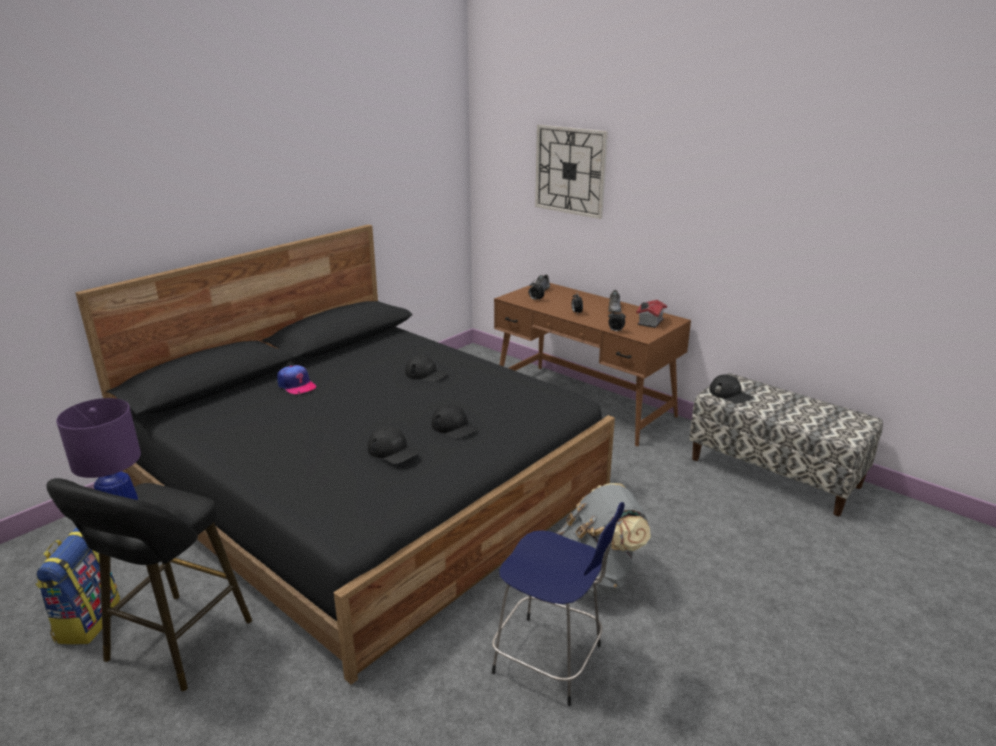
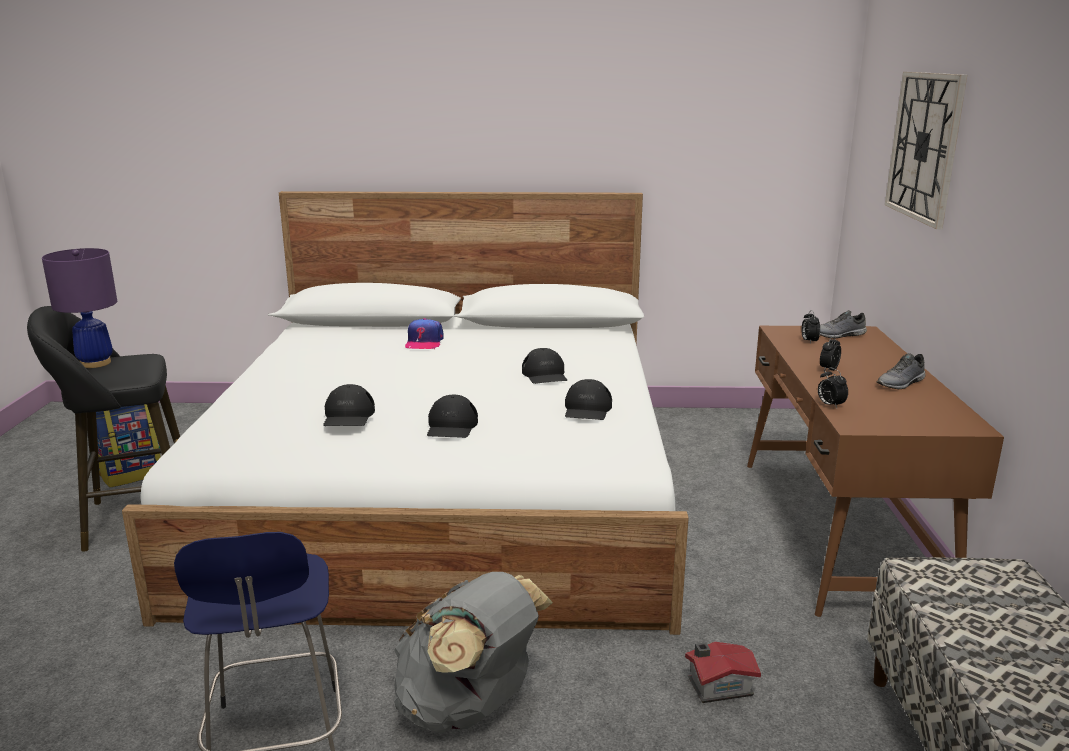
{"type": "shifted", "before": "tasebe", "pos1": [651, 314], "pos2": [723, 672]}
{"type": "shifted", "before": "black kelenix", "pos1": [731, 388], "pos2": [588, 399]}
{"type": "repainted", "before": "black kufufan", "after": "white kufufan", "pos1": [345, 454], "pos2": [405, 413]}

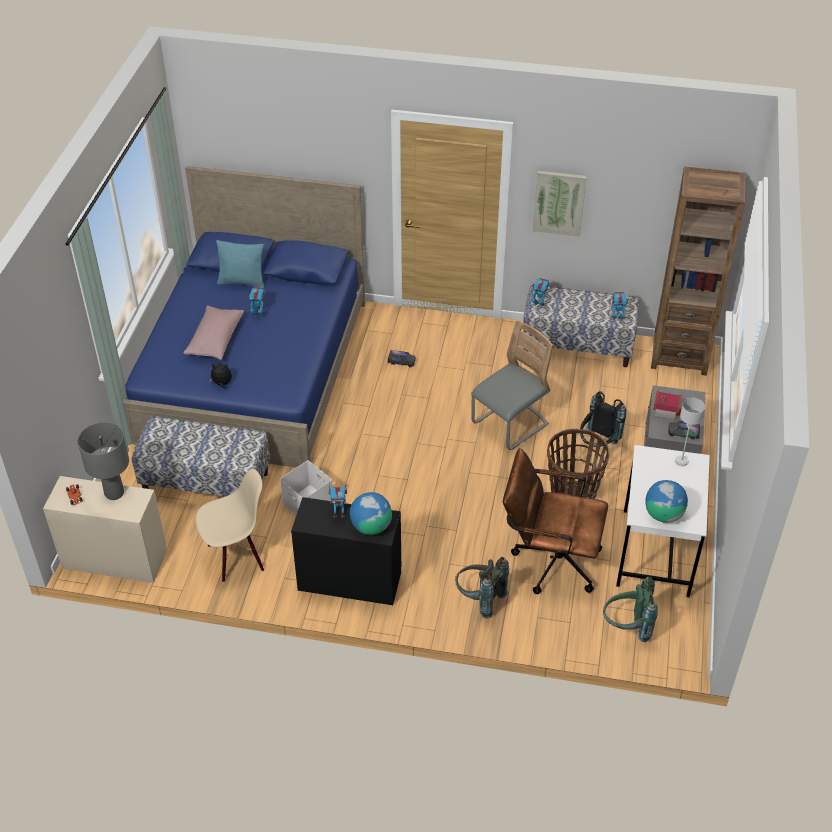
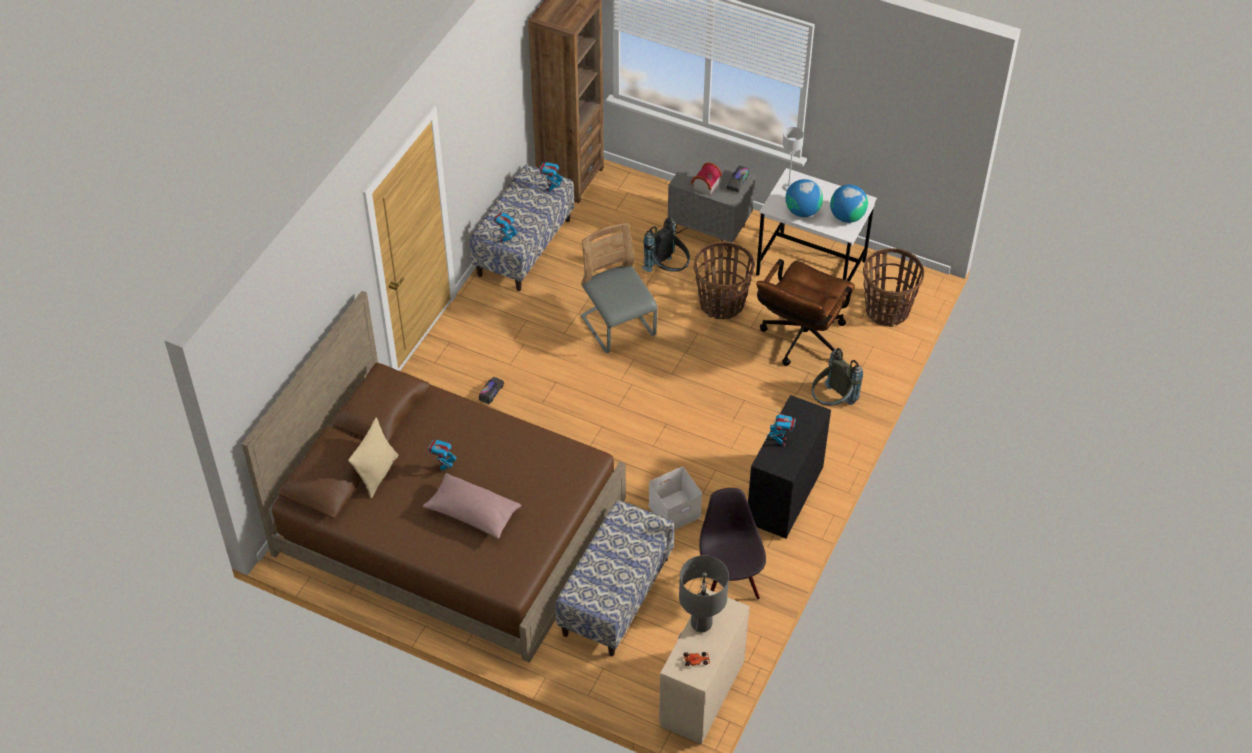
{"type": "gone", "before": "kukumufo", "pos1": [220, 376]}
{"type": "gone", "before": "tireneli", "pos1": [560, 203]}
{"type": "shifted", "before": "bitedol", "pos1": [371, 513], "pos2": [804, 198]}
{"type": "swapped", "before": "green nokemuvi", "after": "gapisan", "pos1": [630, 609], "pos2": [893, 287]}
{"type": "repainted", "before": "blue kufufan", "after": "brown kufufan", "pos1": [244, 316], "pos2": [434, 477]}
{"type": "repainted", "before": "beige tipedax", "after": "black tipedax", "pos1": [230, 525], "pos2": [732, 544]}
{"type": "repainted", "before": "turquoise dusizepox", "after": "beige dusizepox", "pos1": [240, 264], "pos2": [373, 458]}

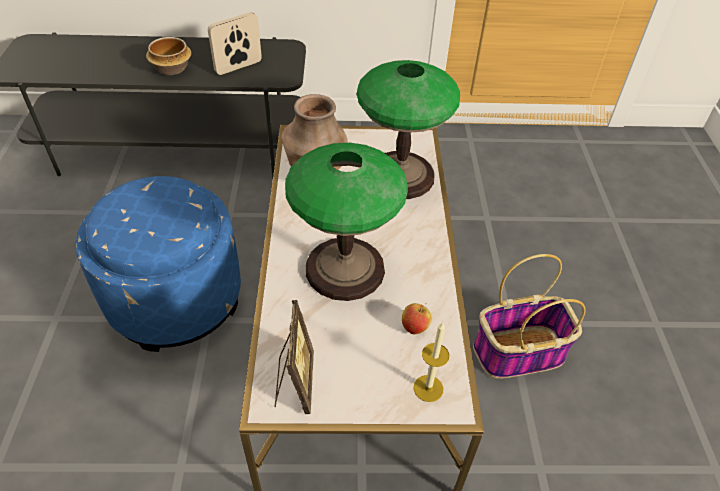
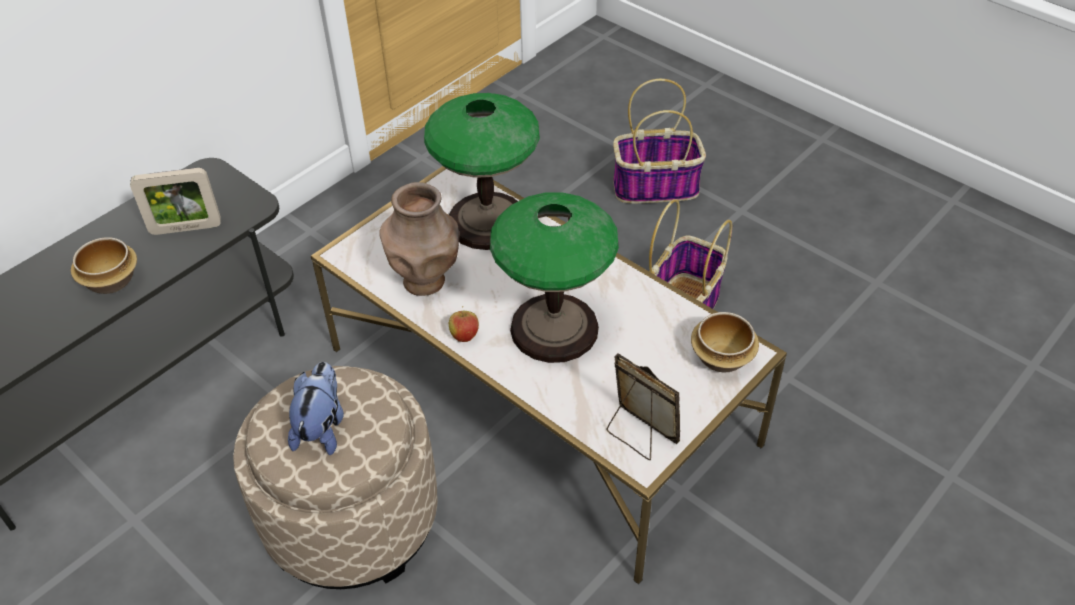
{"type": "new", "after": "kukumufo", "pos2": [316, 408]}
{"type": "new", "after": "gapisan", "pos2": [659, 141]}
{"type": "shifted", "before": "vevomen", "pos1": [417, 318], "pos2": [464, 324]}
{"type": "swapped", "before": "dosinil", "after": "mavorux", "pos1": [431, 362], "pos2": [725, 342]}
{"type": "repainted", "before": "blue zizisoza", "after": "beige zizisoza", "pos1": [158, 264], "pos2": [335, 477]}
{"type": "rotated", "before": "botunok", "pos1": [235, 43], "pos2": [175, 201], "turn": -105}

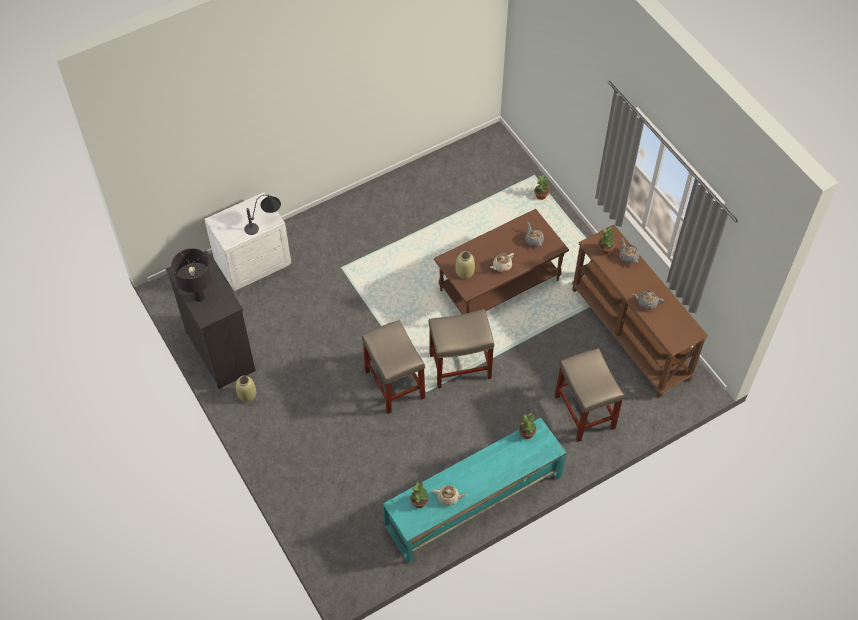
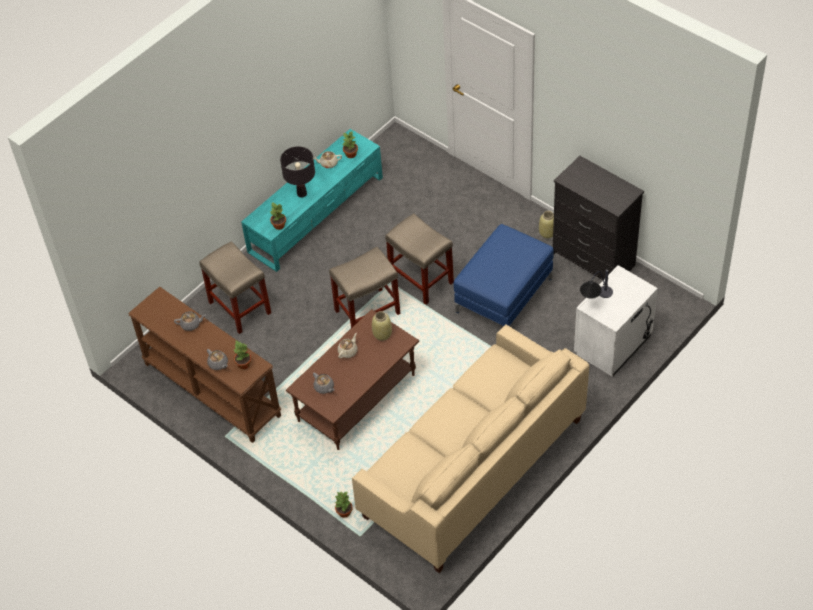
{"type": "new", "after": "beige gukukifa", "pos2": [470, 448]}
{"type": "new", "after": "blue zizisoza", "pos2": [504, 275]}
{"type": "shifted", "before": "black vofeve", "pos1": [192, 275], "pos2": [297, 172]}

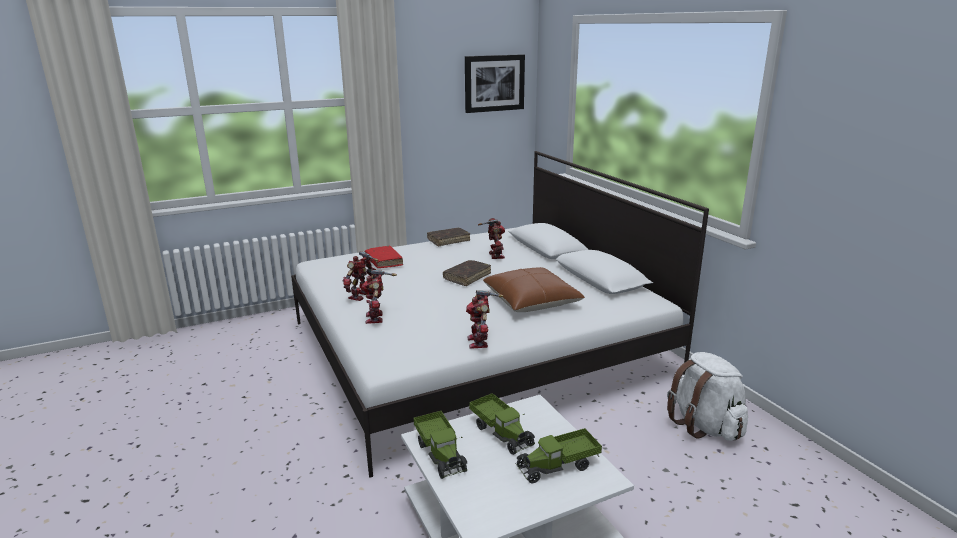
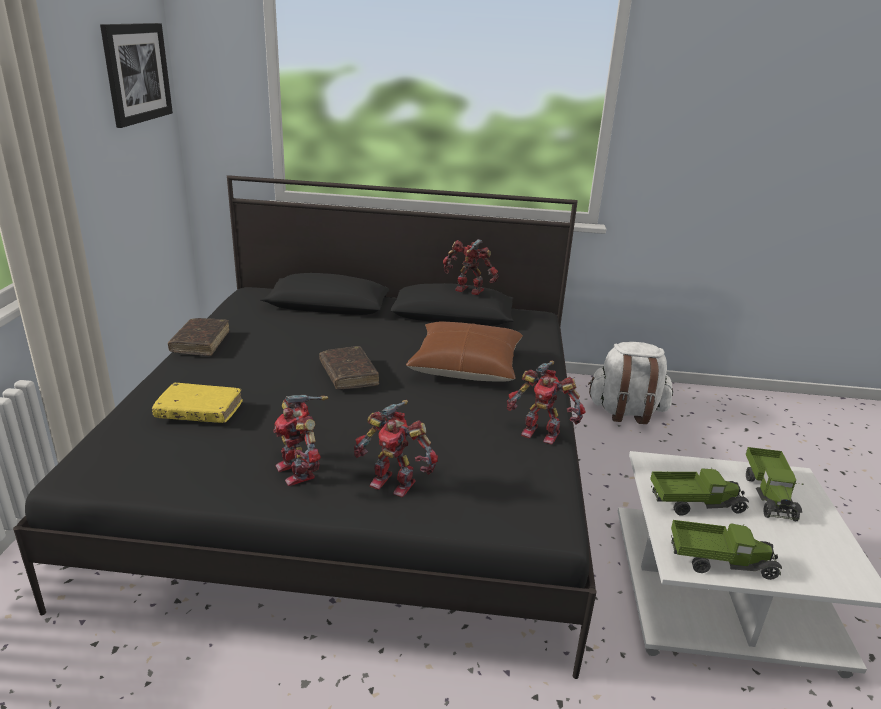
{"type": "shifted", "before": "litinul", "pos1": [491, 238], "pos2": [471, 267]}
{"type": "repainted", "before": "white kufufan", "after": "black kufufan", "pos1": [500, 314], "pos2": [305, 427]}
{"type": "repainted", "before": "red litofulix", "after": "yellow litofulix", "pos1": [384, 257], "pos2": [197, 403]}

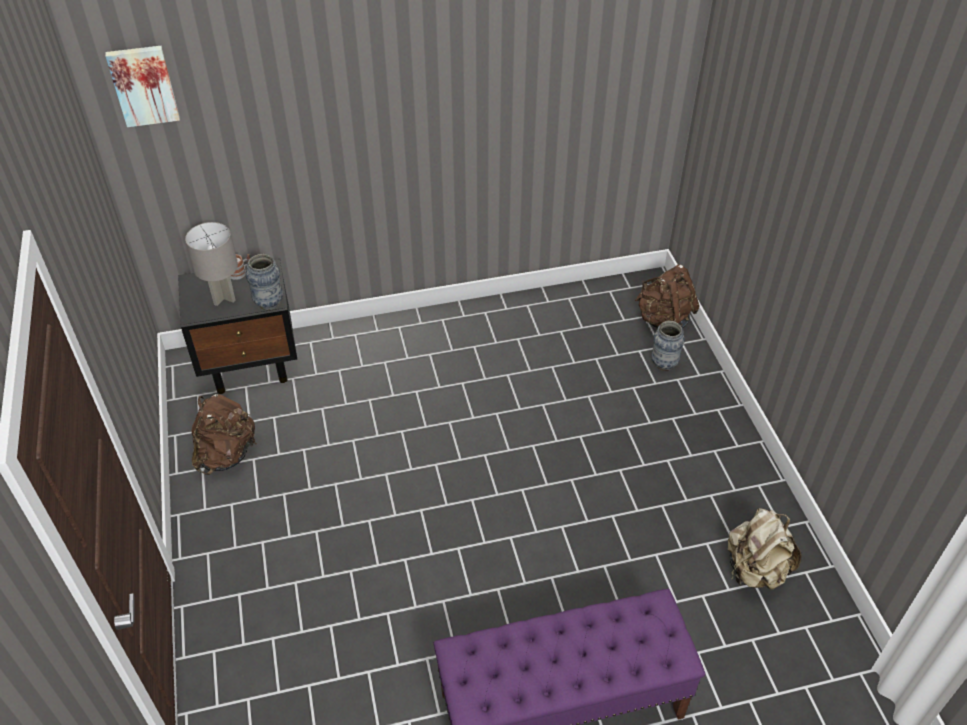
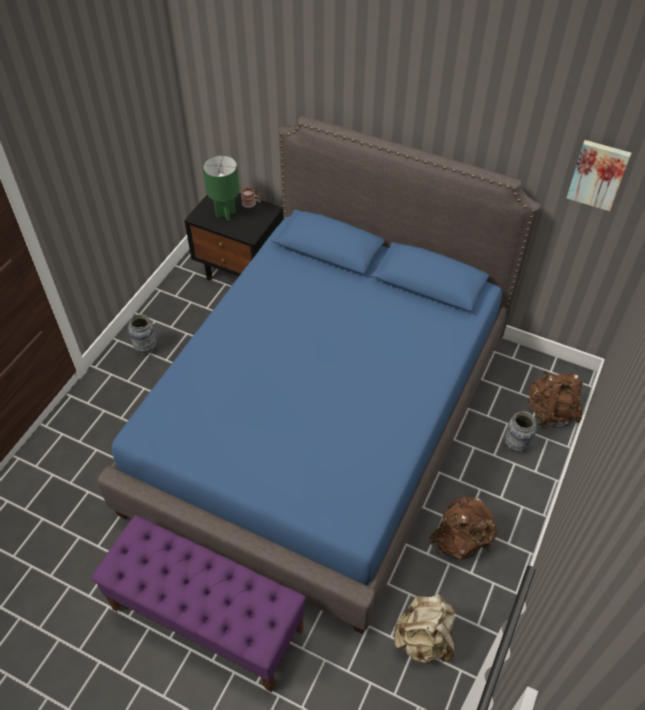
{"type": "new", "after": "blue kufufan", "pos2": [319, 375]}
{"type": "shifted", "before": "tireneli", "pos1": [142, 86], "pos2": [599, 175]}
{"type": "shifted", "before": "brown nokemuvi", "pos1": [223, 434], "pos2": [463, 527]}
{"type": "shifted", "before": "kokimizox", "pos1": [264, 282], "pos2": [142, 334]}
{"type": "repainted", "before": "grey vofeve", "after": "green vofeve", "pos1": [211, 264], "pos2": [221, 188]}

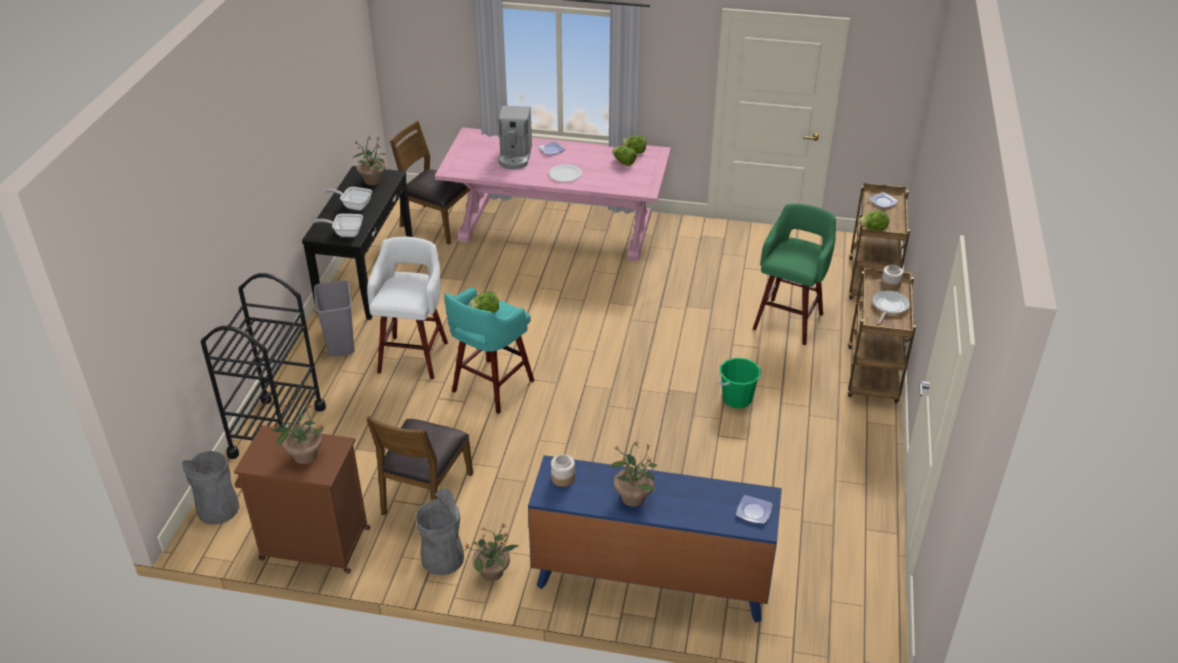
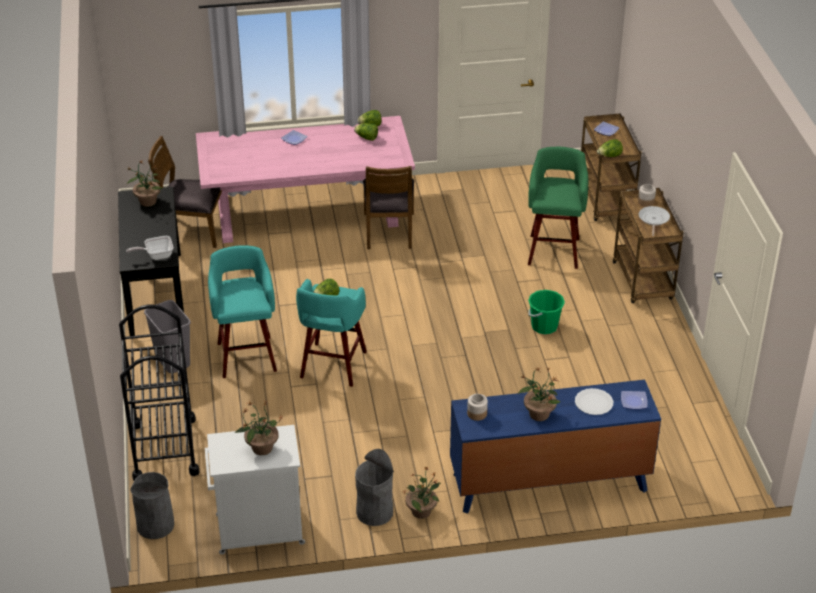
{"type": "gone", "before": "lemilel", "pos1": [349, 198]}
{"type": "gone", "before": "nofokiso", "pos1": [515, 138]}
{"type": "shifted", "before": "brown tipedax", "pos1": [419, 465], "pos2": [388, 207]}
{"type": "shifted", "before": "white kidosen", "pos1": [565, 173], "pos2": [594, 401]}
{"type": "repainted", "before": "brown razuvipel", "after": "white razuvipel", "pos1": [302, 499], "pos2": [255, 489]}
{"type": "repainted", "before": "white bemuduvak", "after": "turquoise bemuduvak", "pos1": [407, 308], "pos2": [242, 311]}

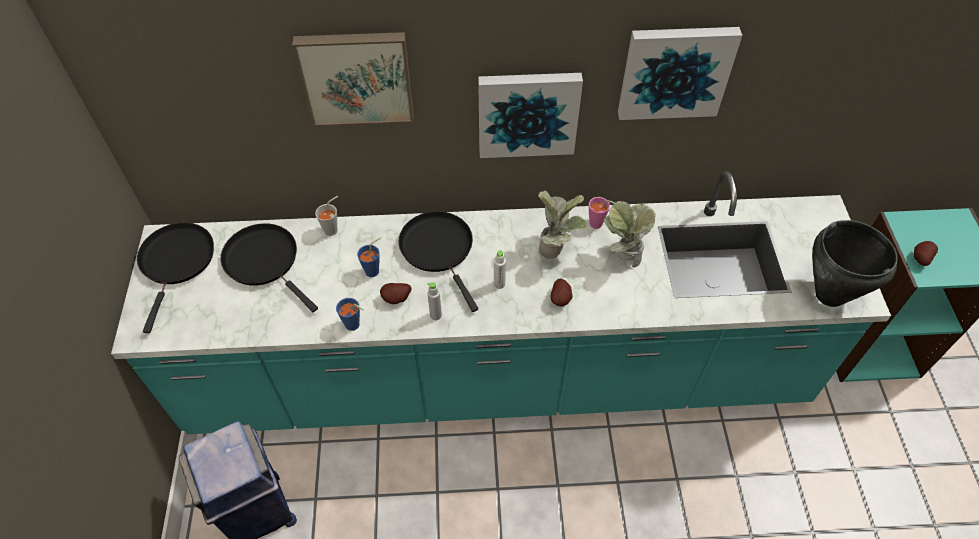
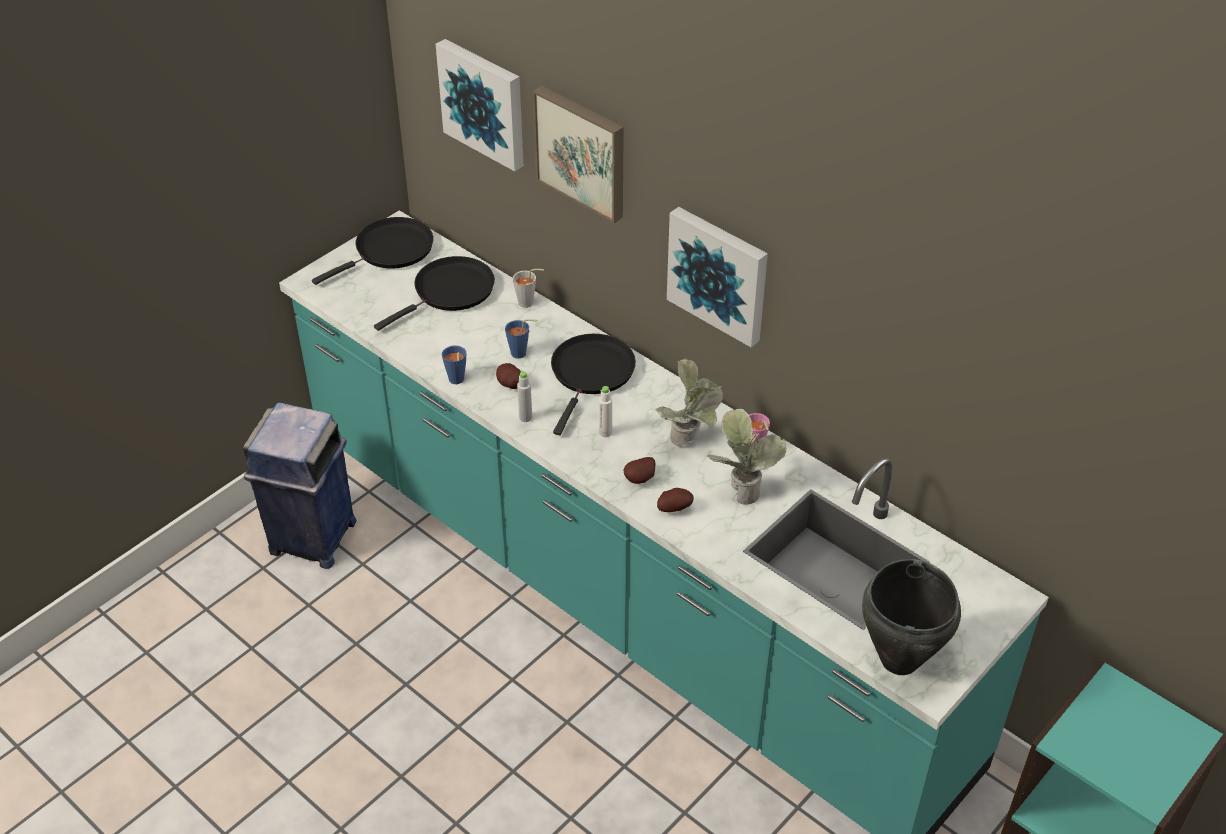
{"type": "shifted", "before": "tireneli", "pos1": [680, 73], "pos2": [480, 105]}
{"type": "shifted", "before": "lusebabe", "pos1": [926, 253], "pos2": [675, 500]}
{"type": "rotated", "before": "black lemilel", "pos1": [269, 267], "pos2": [434, 293], "turn": 45}

